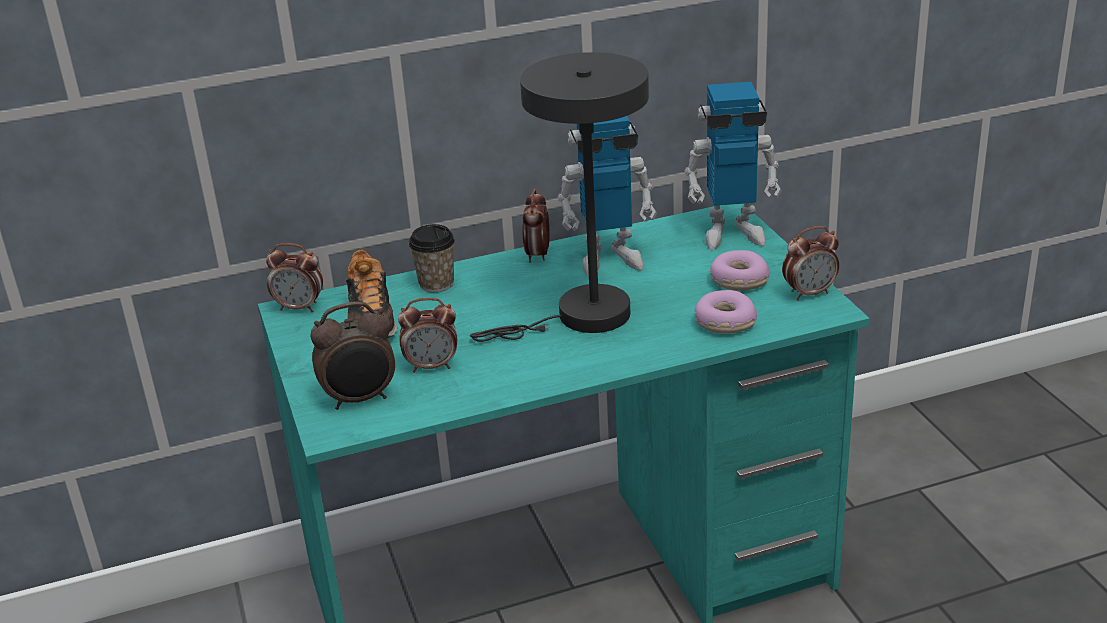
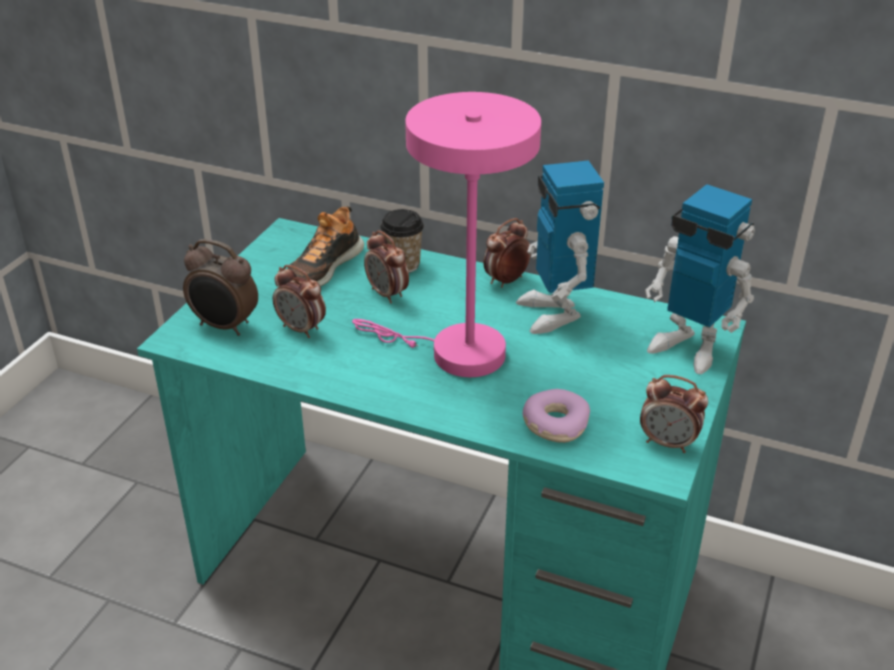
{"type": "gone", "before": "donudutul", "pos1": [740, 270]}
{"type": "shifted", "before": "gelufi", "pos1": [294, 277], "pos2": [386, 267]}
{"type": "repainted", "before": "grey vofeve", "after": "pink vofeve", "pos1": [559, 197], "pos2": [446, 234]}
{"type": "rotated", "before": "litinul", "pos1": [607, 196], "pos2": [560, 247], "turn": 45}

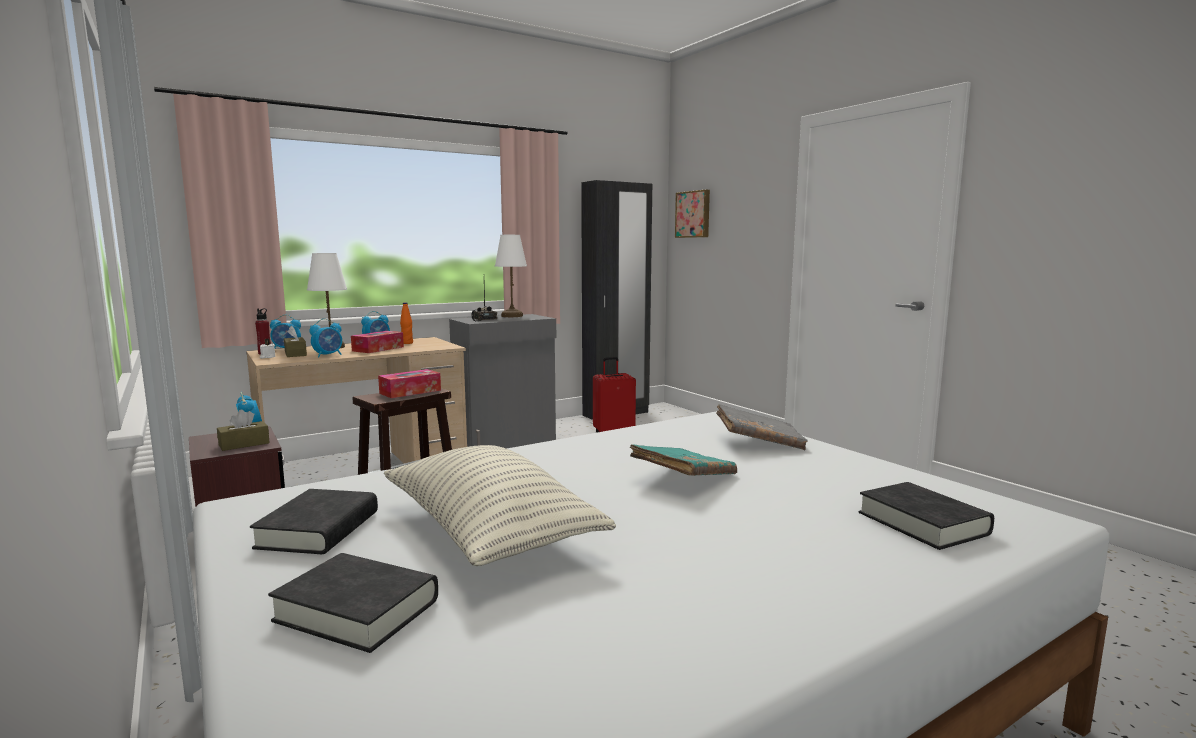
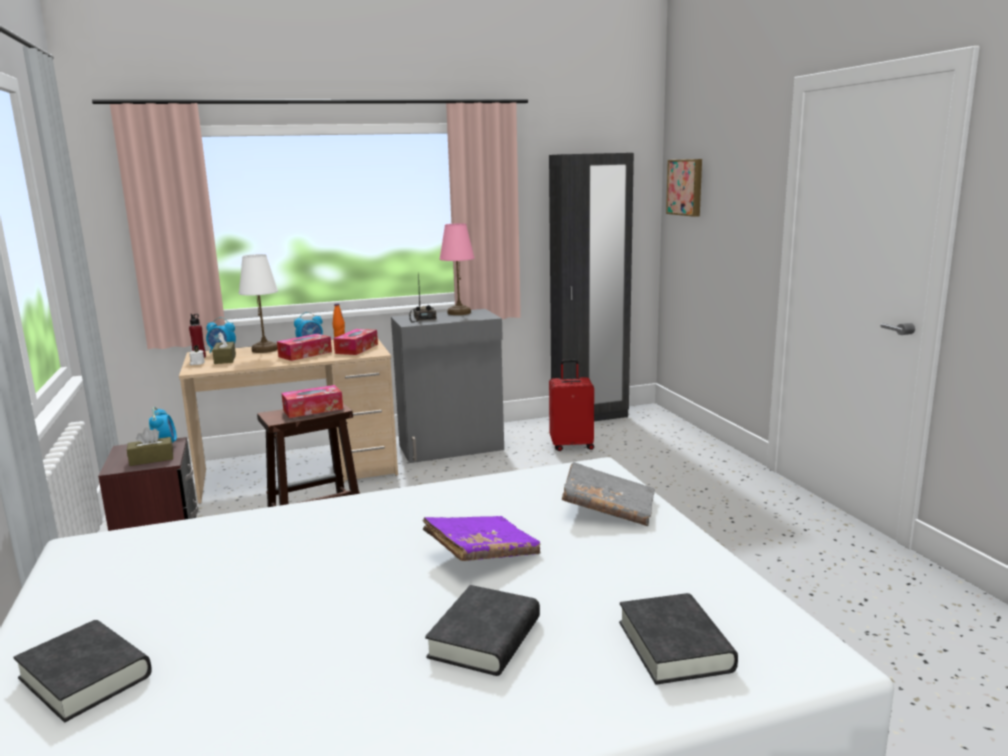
{"type": "gone", "before": "gelufi", "pos1": [325, 338]}
{"type": "gone", "before": "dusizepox", "pos1": [500, 505]}
{"type": "new", "after": "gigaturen", "pos2": [356, 342]}
{"type": "shifted", "before": "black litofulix", "pos1": [314, 521], "pos2": [482, 630]}
{"type": "repainted", "before": "white vofeve", "after": "pink vofeve", "pos1": [511, 276], "pos2": [457, 269]}
{"type": "repainted", "before": "turquoise litofulix", "after": "purple litofulix", "pos1": [683, 460], "pos2": [481, 538]}

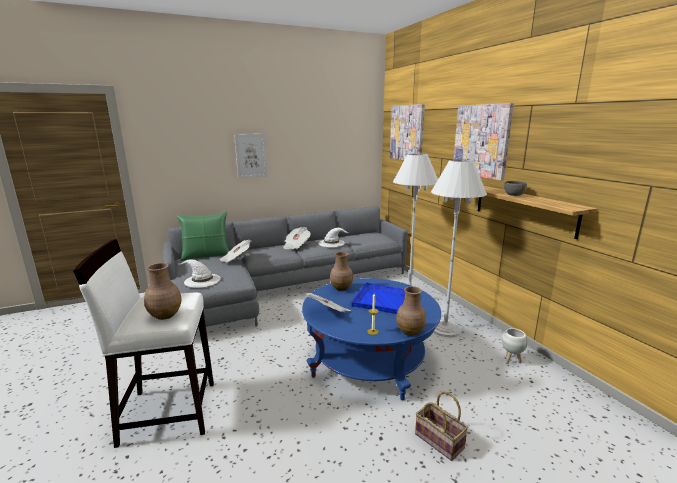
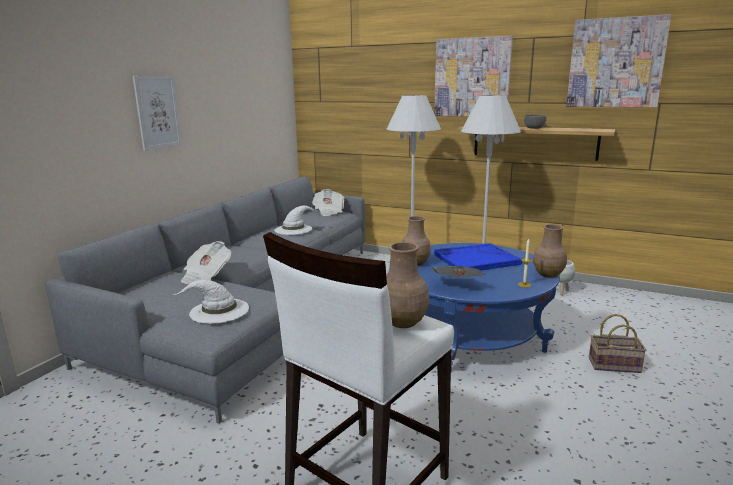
{"type": "gone", "before": "green dusizepox", "pos1": [202, 236]}
{"type": "shifted", "before": "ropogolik", "pos1": [297, 238], "pos2": [328, 202]}
{"type": "shifted", "before": "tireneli", "pos1": [407, 132], "pos2": [618, 60]}

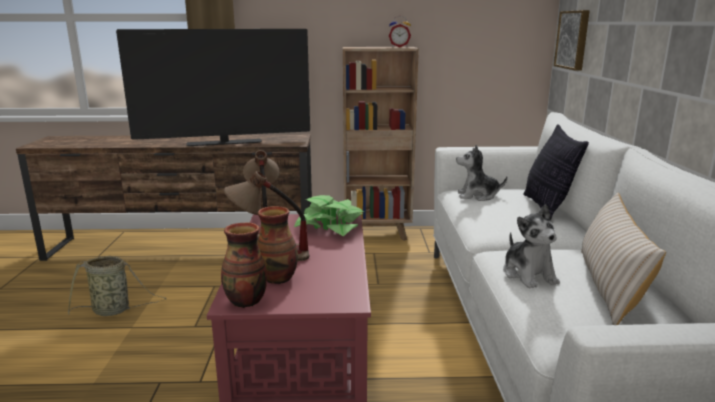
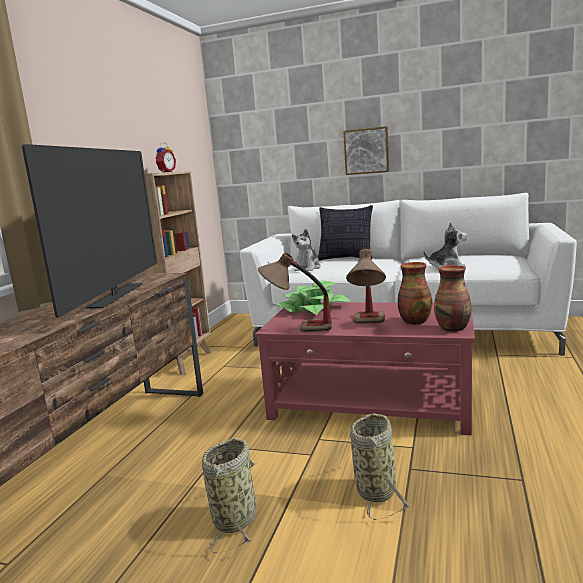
{"type": "gone", "before": "beige dusizepox", "pos1": [623, 259]}
{"type": "new", "after": "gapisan", "pos2": [380, 466]}
{"type": "shifted", "before": "tireneli", "pos1": [572, 40], "pos2": [366, 150]}

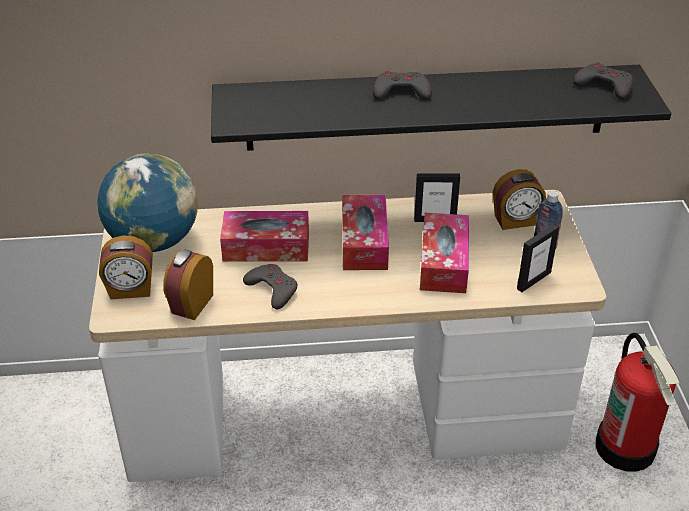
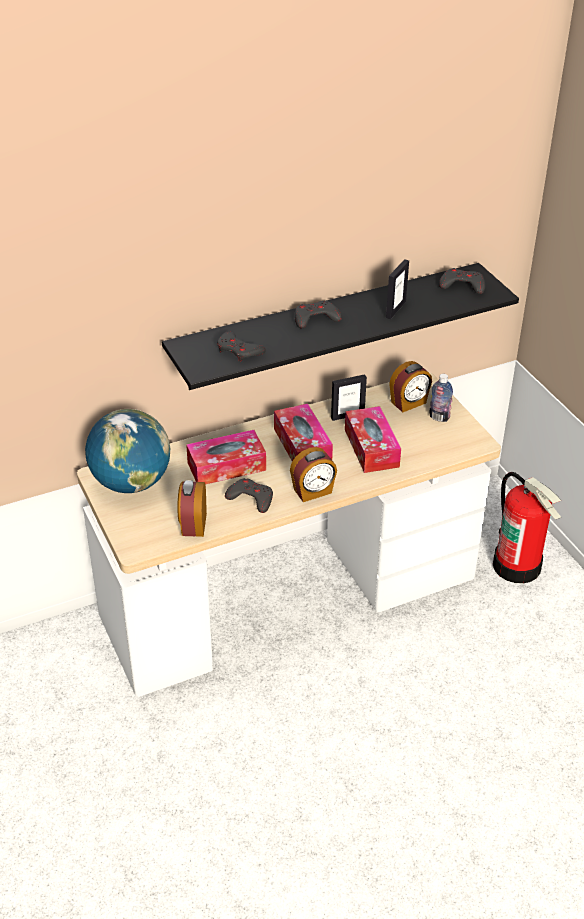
{"type": "new", "after": "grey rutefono", "pos2": [241, 347]}
{"type": "shifted", "before": "gelufi", "pos1": [126, 267], "pos2": [313, 474]}
{"type": "shifted", "before": "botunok", "pos1": [538, 258], "pos2": [397, 289]}

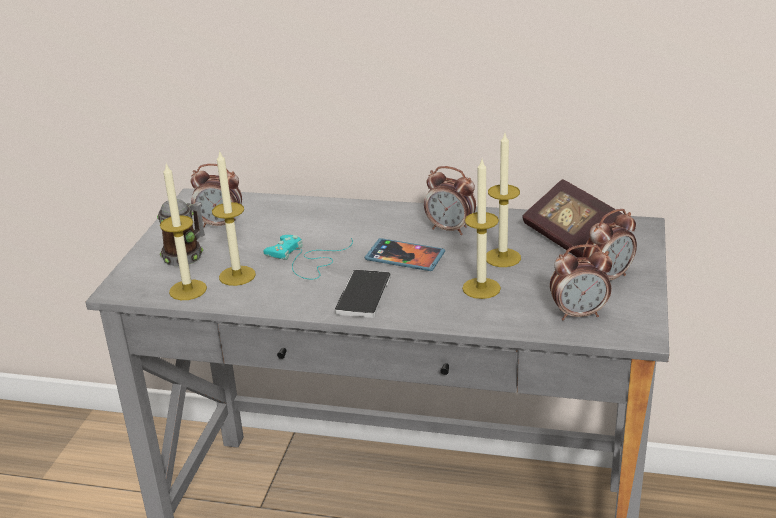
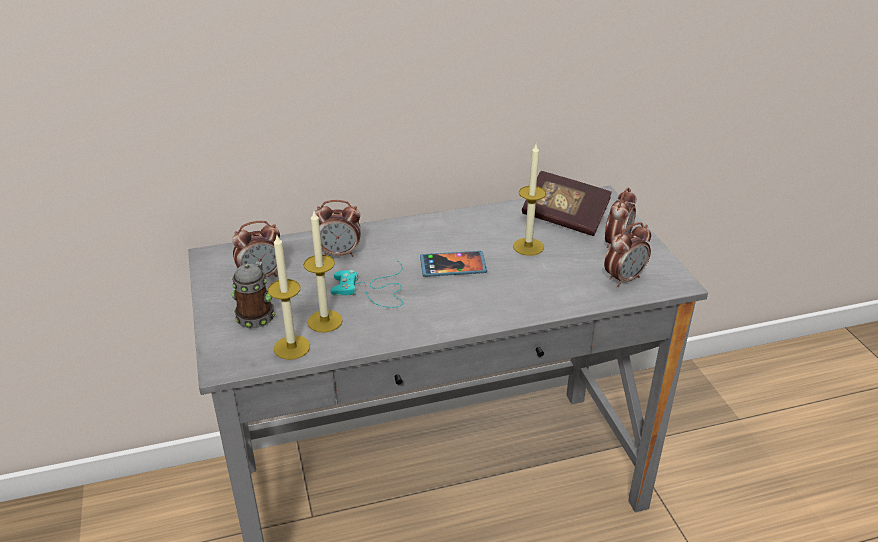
{"type": "gone", "before": "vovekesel", "pos1": [363, 294]}
{"type": "gone", "before": "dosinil", "pos1": [481, 229]}
{"type": "shifted", "before": "gelufi", "pos1": [450, 200], "pos2": [338, 228]}

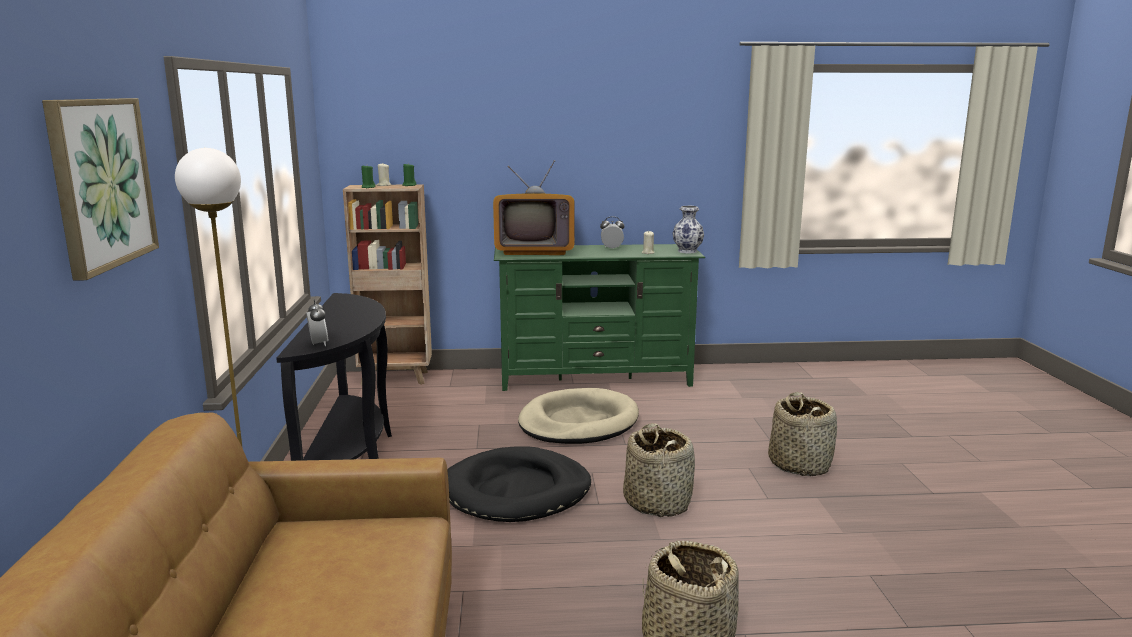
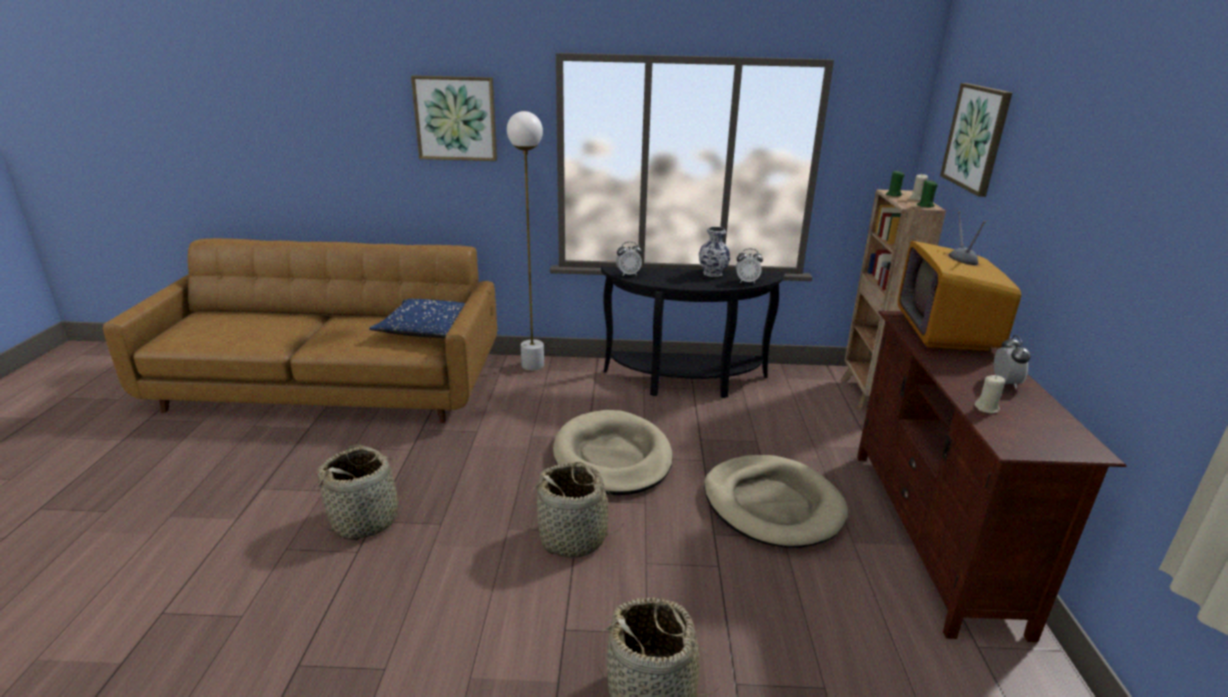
{"type": "new", "after": "blue dusizepox", "pos2": [417, 318]}
{"type": "new", "after": "gelufi", "pos2": [749, 266]}
{"type": "new", "after": "tireneli", "pos2": [976, 140]}
{"type": "shifted", "before": "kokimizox", "pos1": [688, 229], "pos2": [714, 252]}
{"type": "repainted", "before": "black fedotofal", "after": "beige fedotofal", "pos1": [519, 484], "pos2": [613, 452]}
{"type": "repainted", "before": "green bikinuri", "after": "brown bikinuri", "pos1": [599, 317], "pos2": [991, 476]}

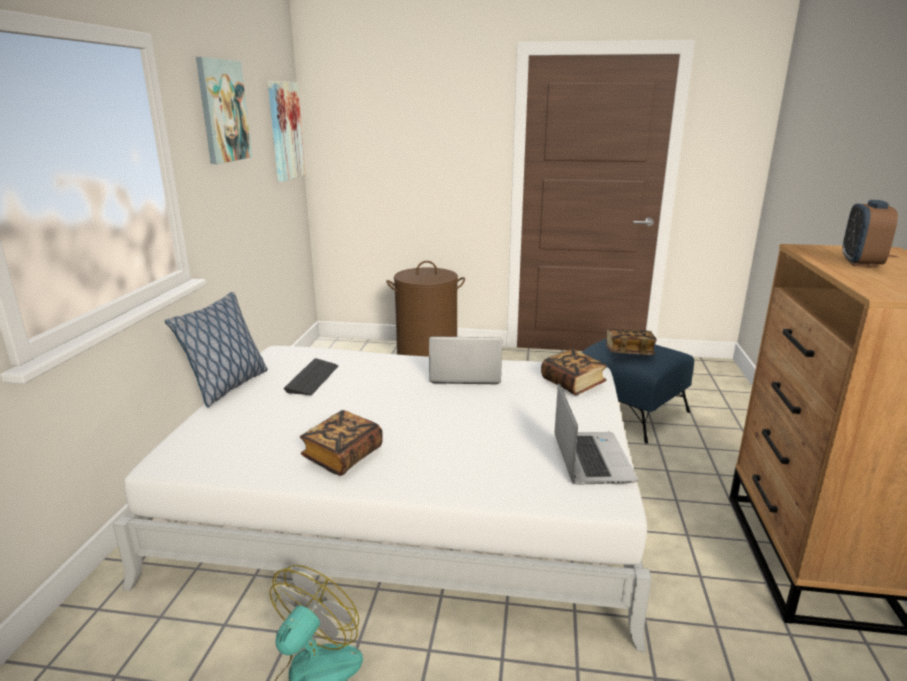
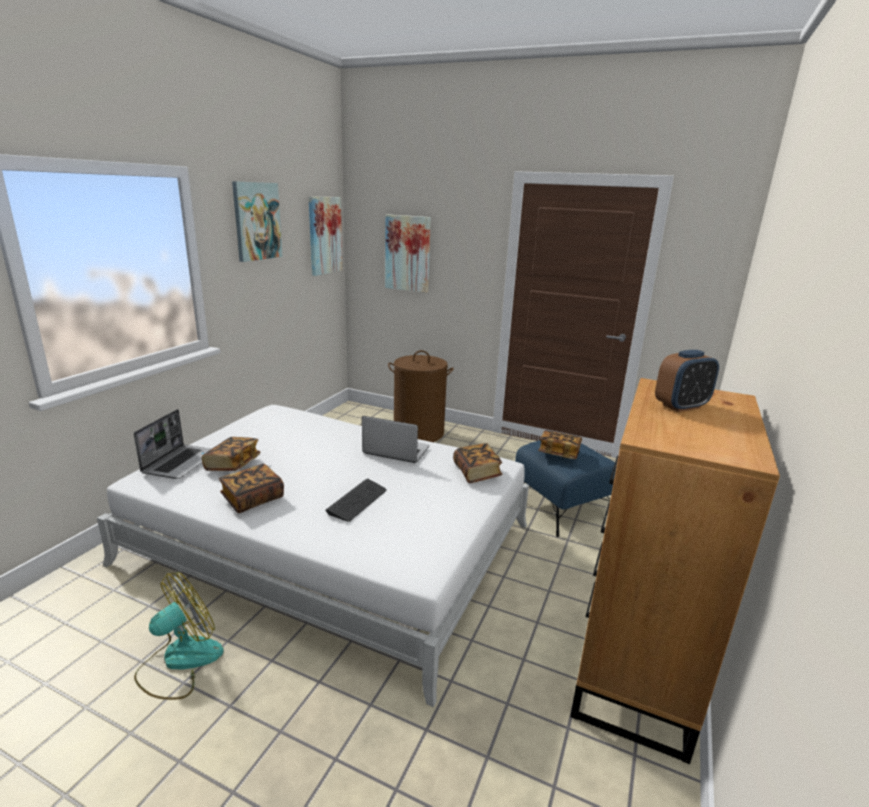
{"type": "gone", "before": "dusizepox", "pos1": [216, 350]}
{"type": "new", "after": "litofulix", "pos2": [231, 454]}
{"type": "new", "after": "tireneli", "pos2": [408, 253]}
{"type": "shifted", "before": "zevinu", "pos1": [310, 376], "pos2": [356, 500]}
{"type": "shifted", "before": "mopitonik", "pos1": [596, 434], "pos2": [172, 444]}
{"type": "rotated", "before": "gelufi", "pos1": [870, 234], "pos2": [687, 381], "turn": -150}

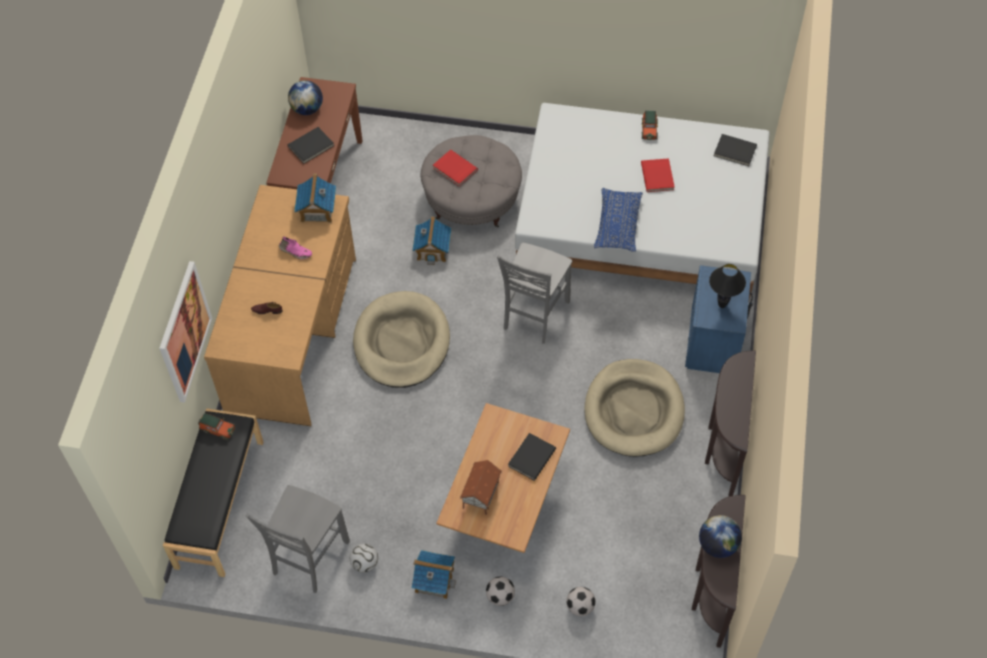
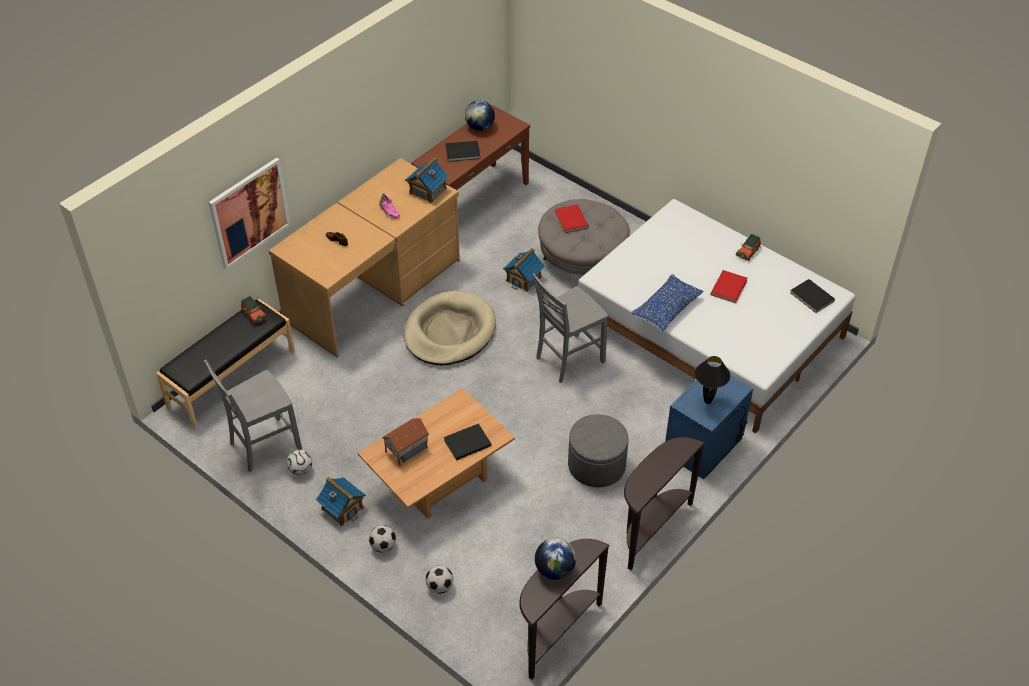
{"type": "swapped", "before": "beige fedotofal", "after": "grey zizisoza", "pos1": [634, 408], "pos2": [598, 450]}

